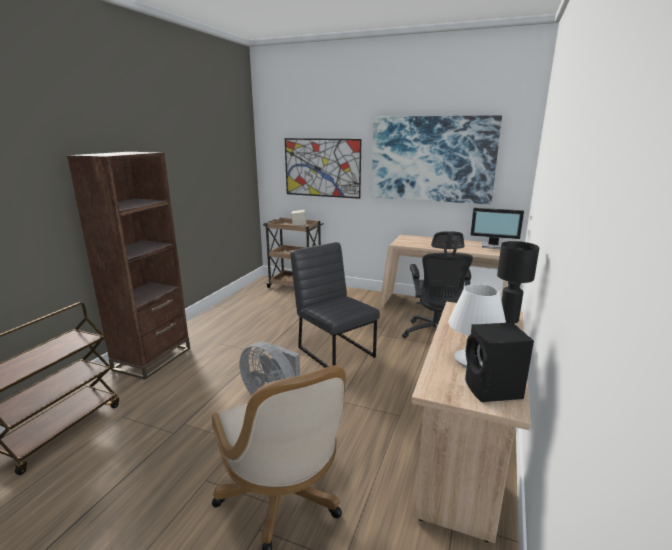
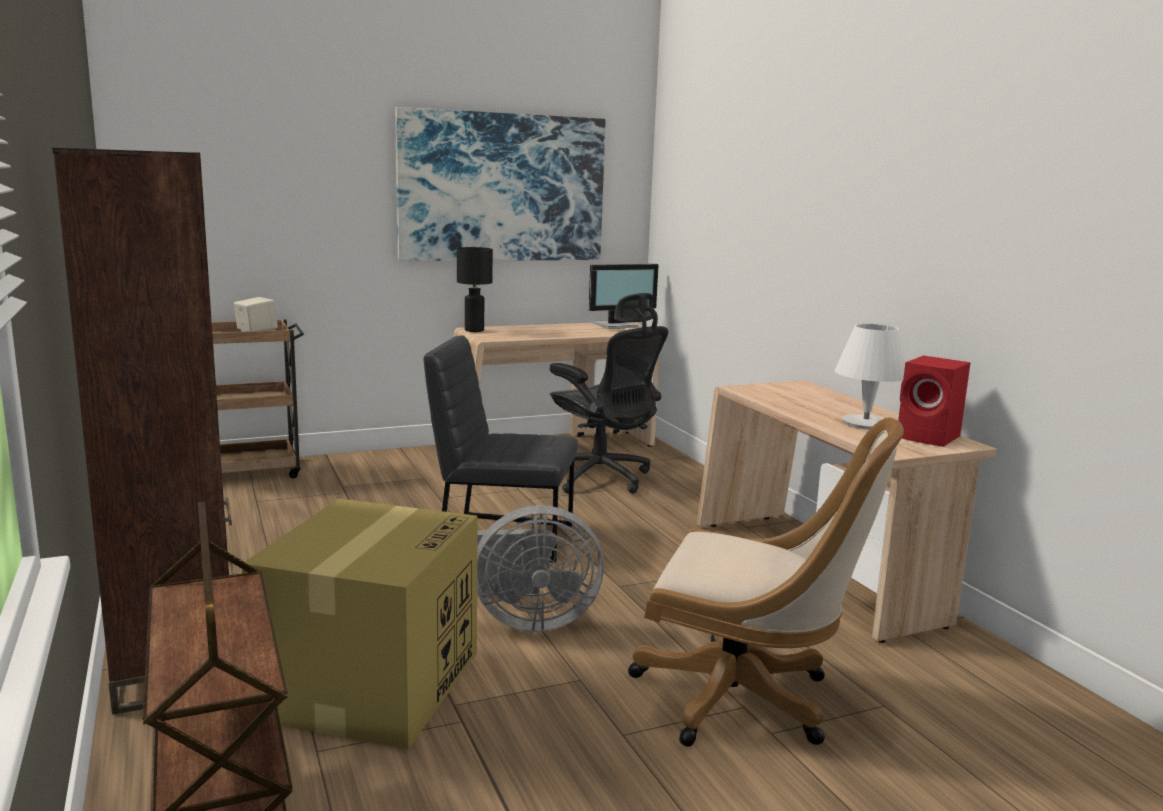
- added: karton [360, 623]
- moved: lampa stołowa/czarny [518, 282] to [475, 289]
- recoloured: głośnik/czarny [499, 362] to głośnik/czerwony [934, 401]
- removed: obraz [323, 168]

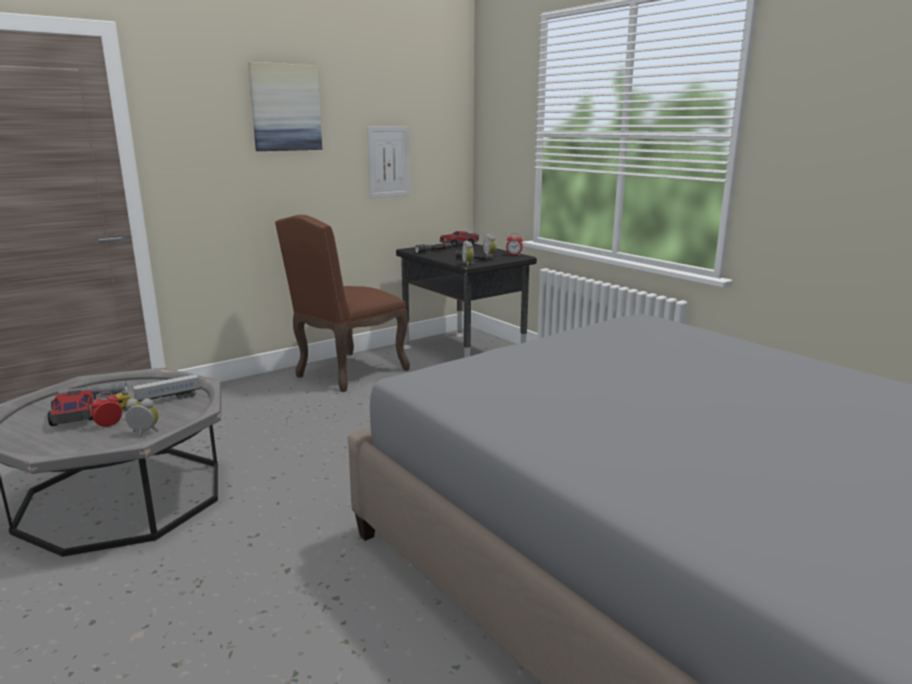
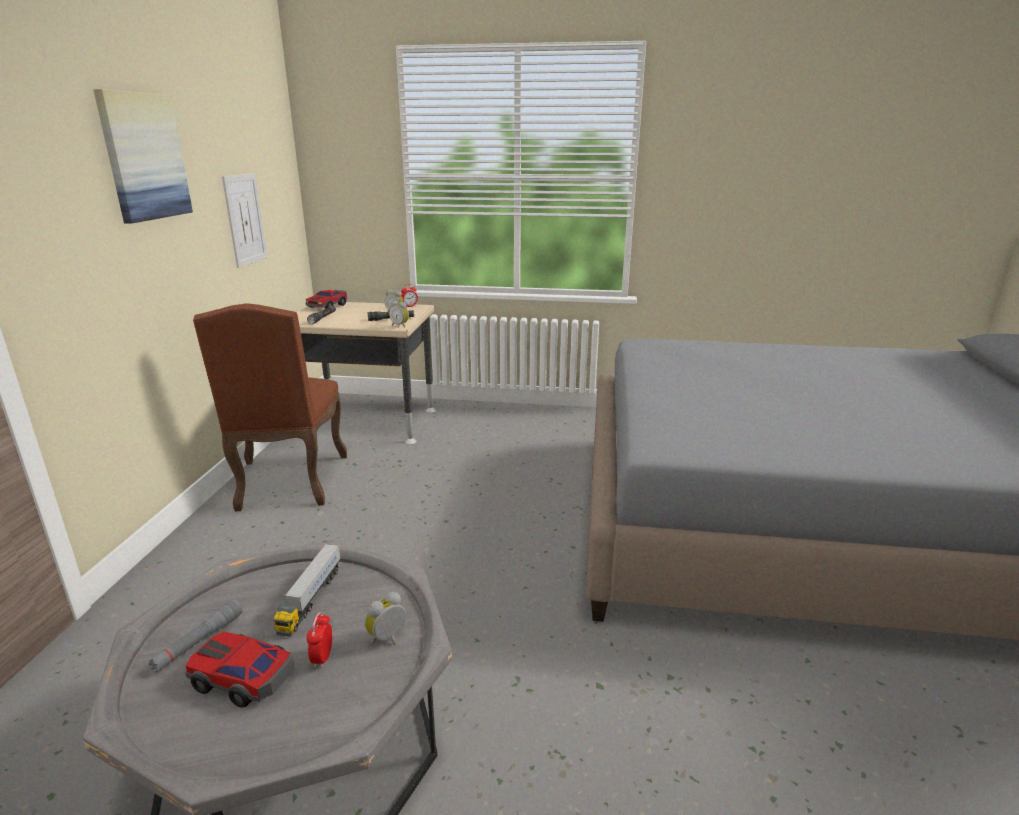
- recoloured: biurko/czarny [466, 300] to biurko/beżowy [366, 373]

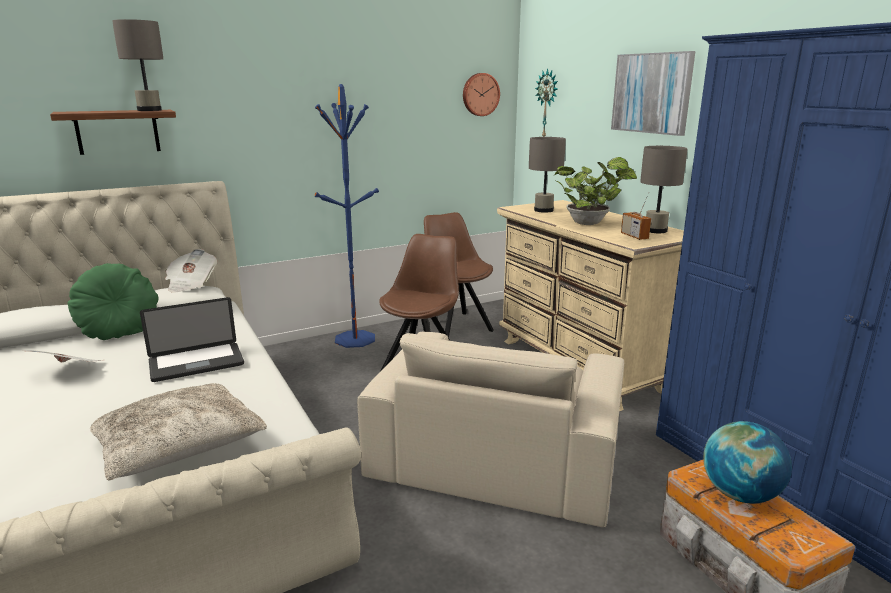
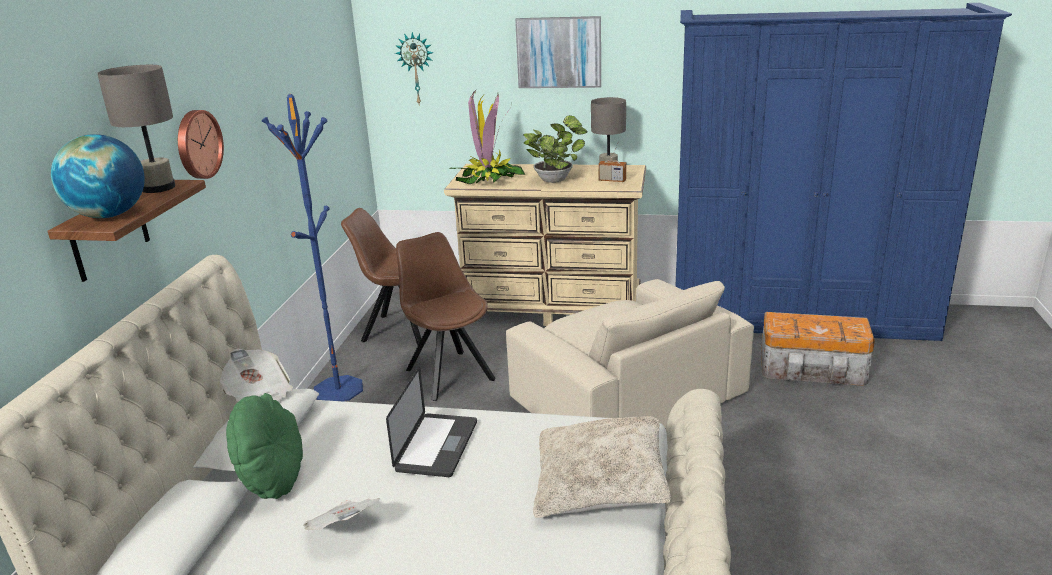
- moved: globus [747, 462] to [98, 176]
- moved: zegar ścienny [481, 94] to [201, 144]
- replaced: lampa stołowa/szary [547, 175] to roślina doniczkowa [487, 136]

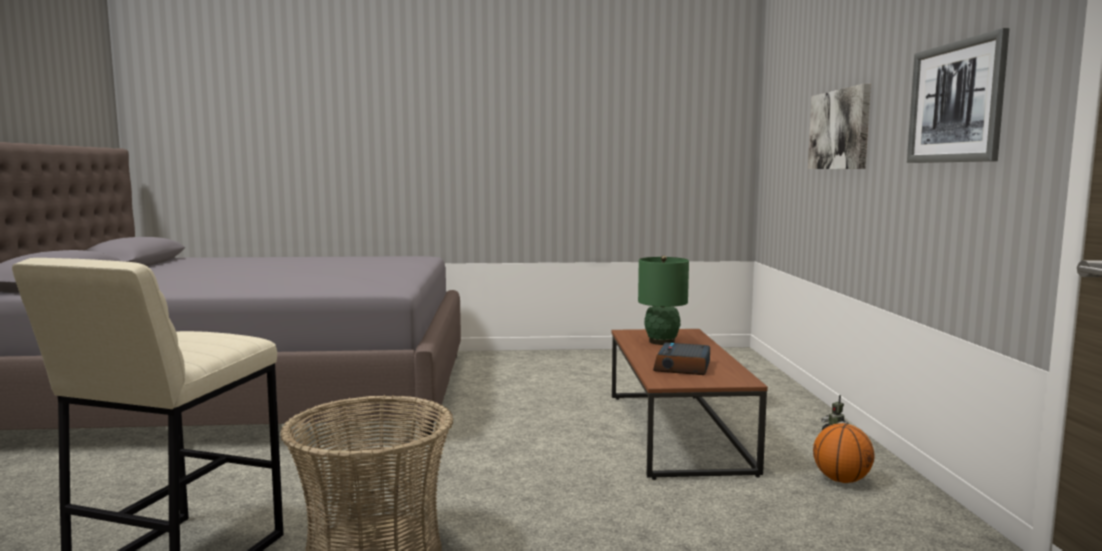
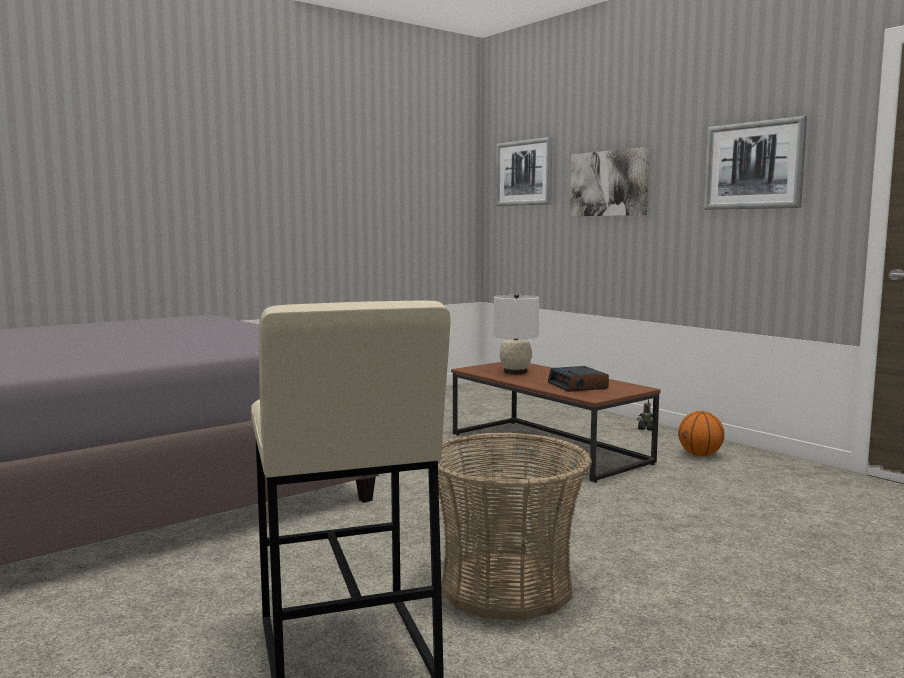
- recoloured: lampa stołowa/zielony [663, 300] to lampa stołowa/biały [516, 333]
- added: obraz [524, 171]

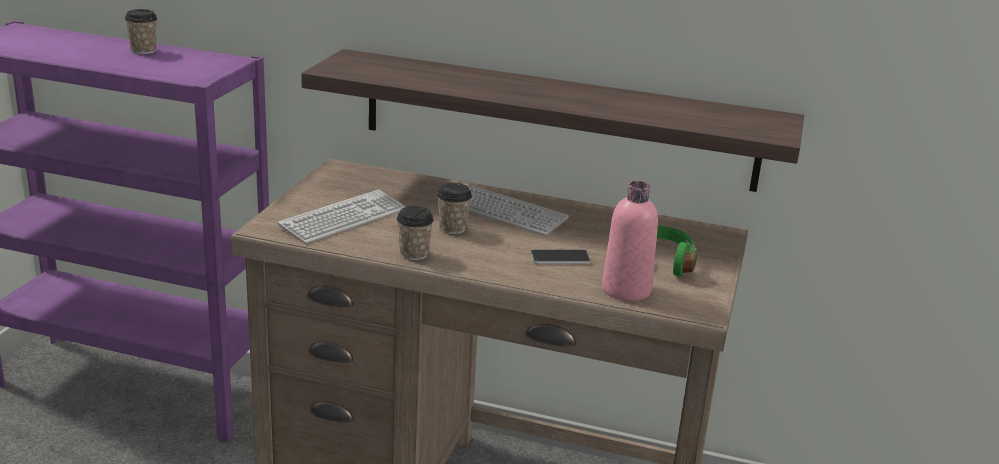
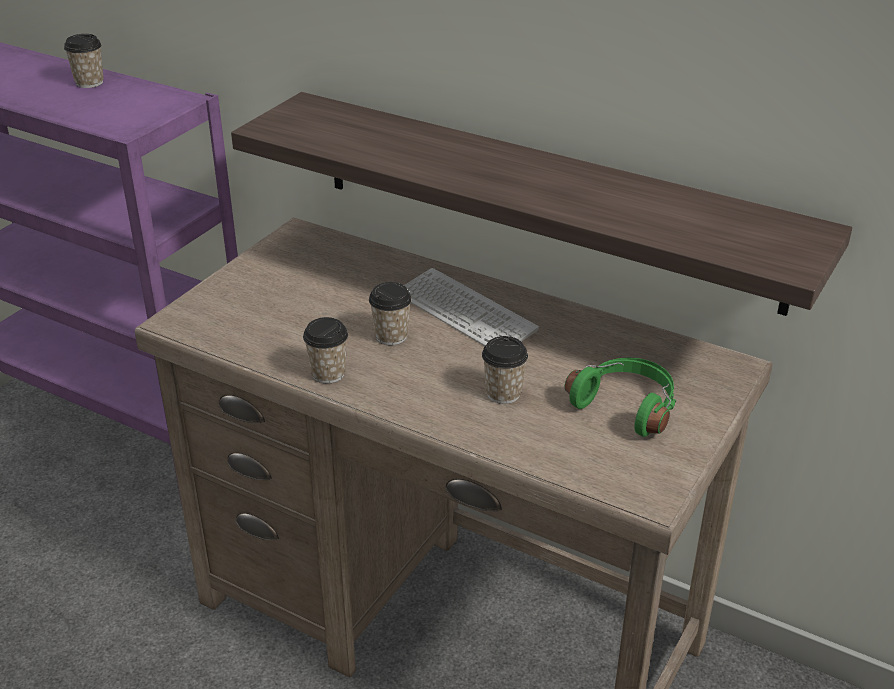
- replaced: telefon [560, 256] to filiżanka [505, 370]
- removed: klawiatura [342, 217]
- removed: butelka/różowy [630, 241]

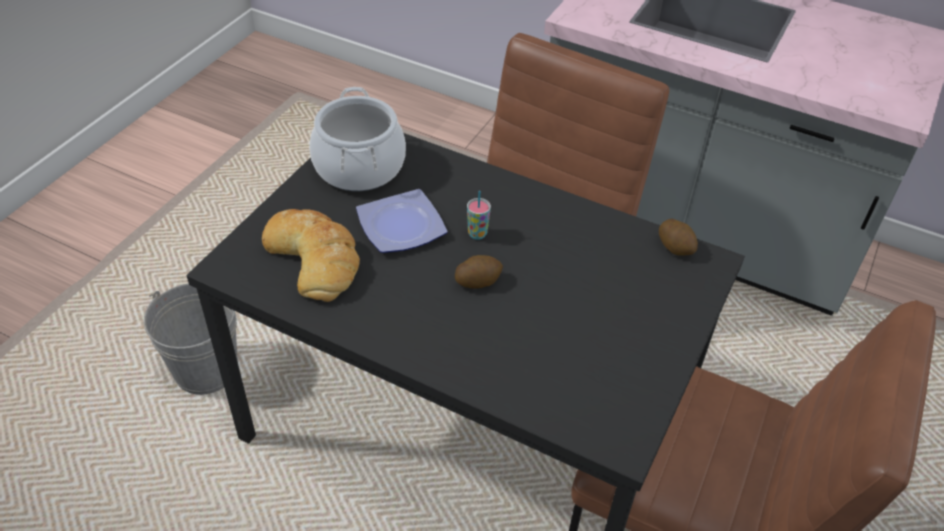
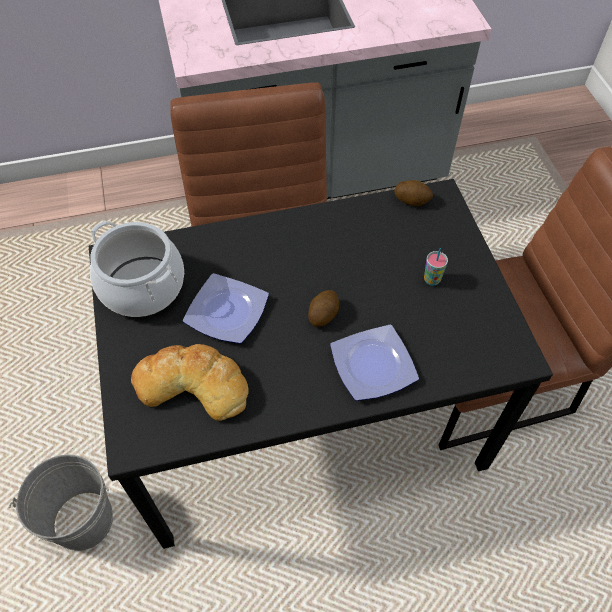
- added: talerz [374, 363]
- moved: filiżanka [479, 215] to [436, 267]

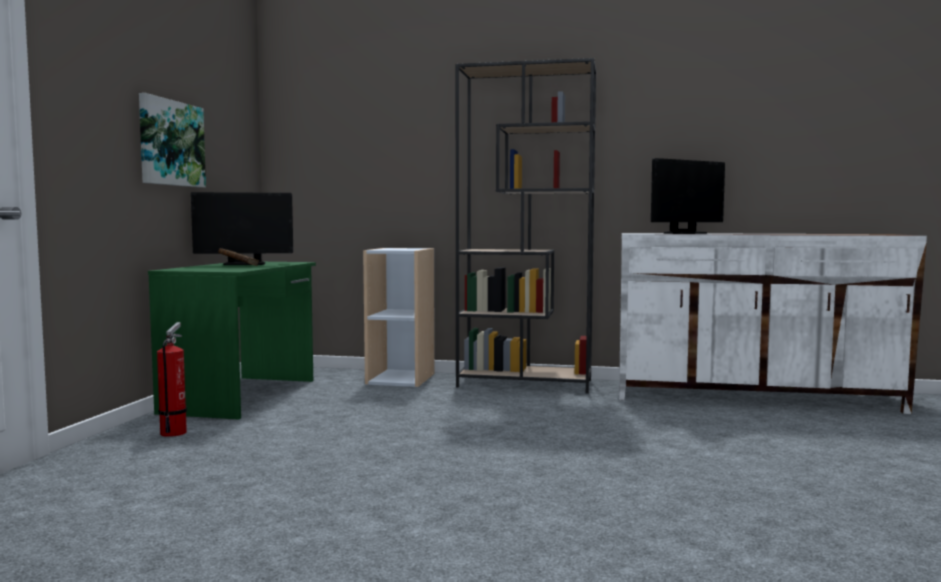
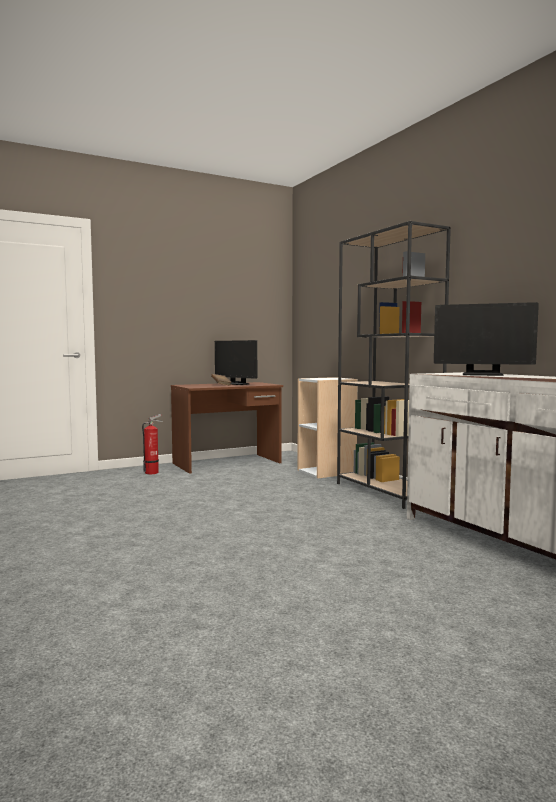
- recoloured: biurko/zielony [232, 340] to biurko/brązowy [227, 428]
- removed: obraz [172, 140]

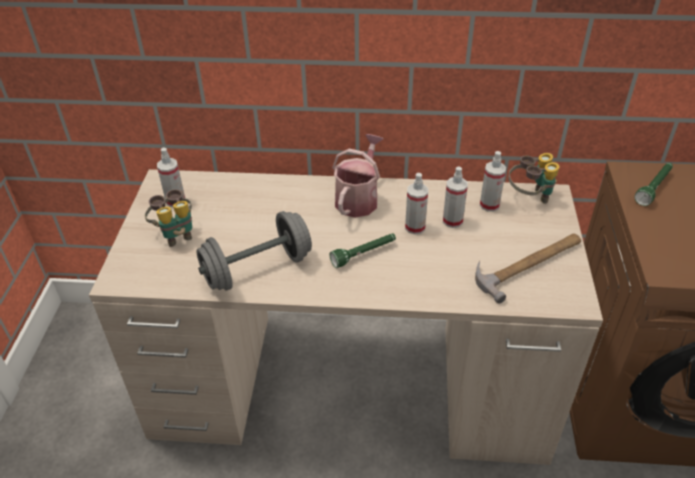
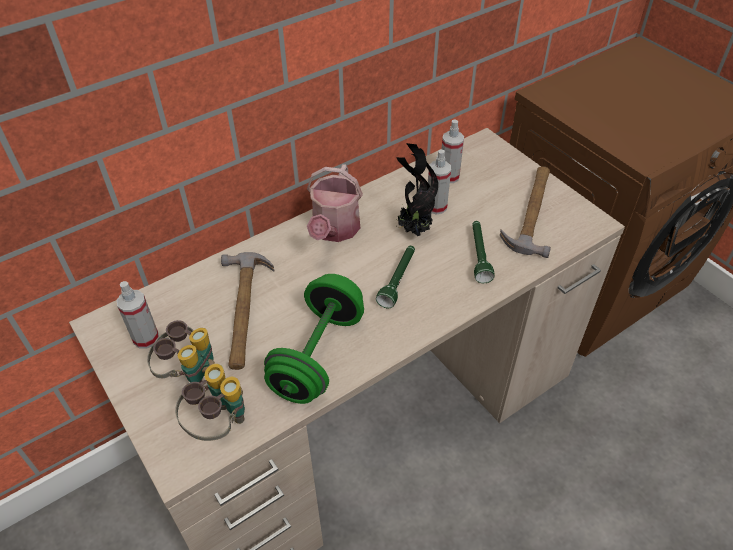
- moved: lornetka [533, 178] to [210, 402]
- added: młotek [247, 311]
- recoloured: hantel/szary [254, 251] to hantel/zielony [314, 339]
- turned: konewka [357, 176] = [335, 203] 150 degrees counterclockwise
- replaced: spryskiwacz [416, 203] to roślina doniczkowa [417, 189]
- moved: latarka/zielony [654, 184] to [483, 252]

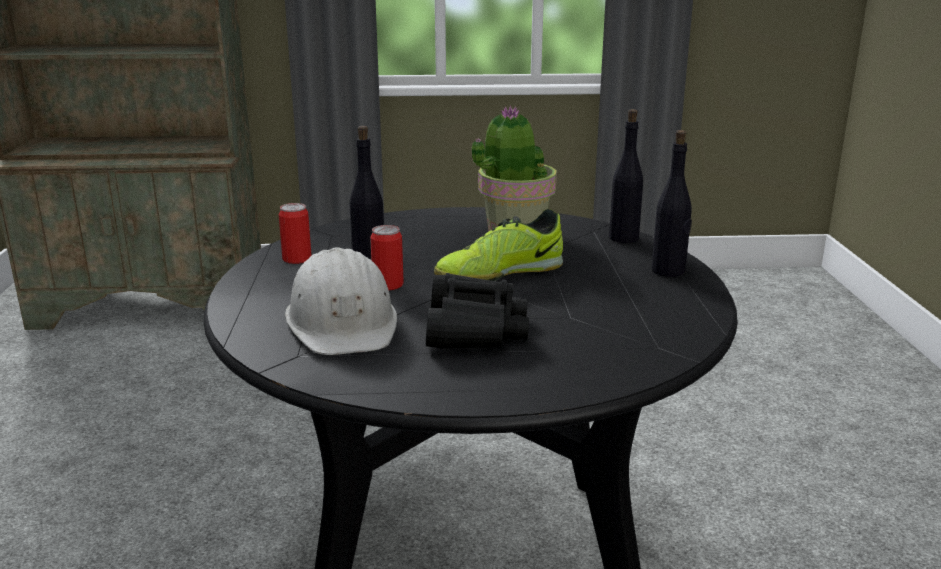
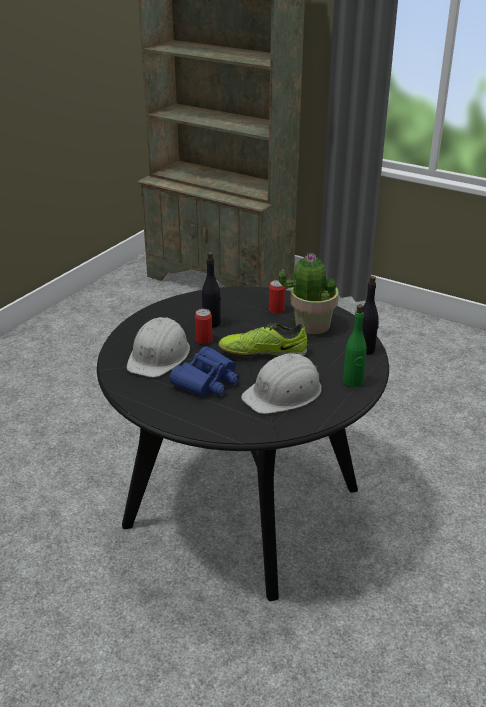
- recoloured: lornetka/czarny [477, 311] to lornetka/niebieski [204, 371]
- added: kask/biały [281, 383]
- moved: puszka [295, 233] to [277, 297]
- recoloured: butelka/czarny [672, 203] to butelka/zielony [355, 345]

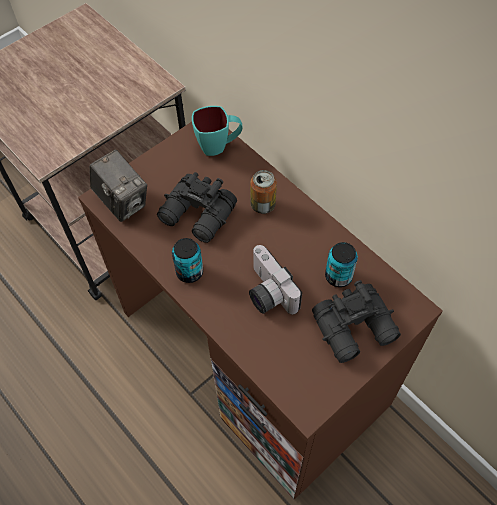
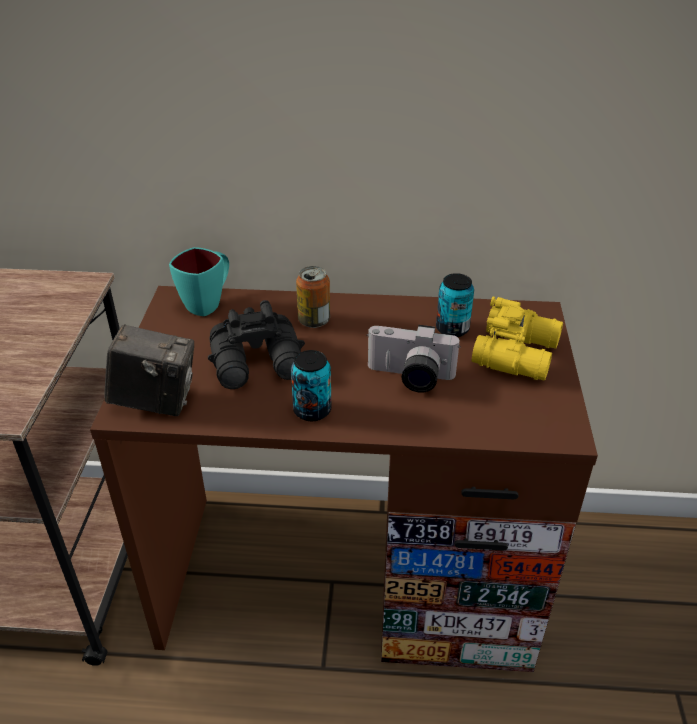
- recoloured: lornetka/czarny [356, 321] to lornetka/żółty [517, 339]

